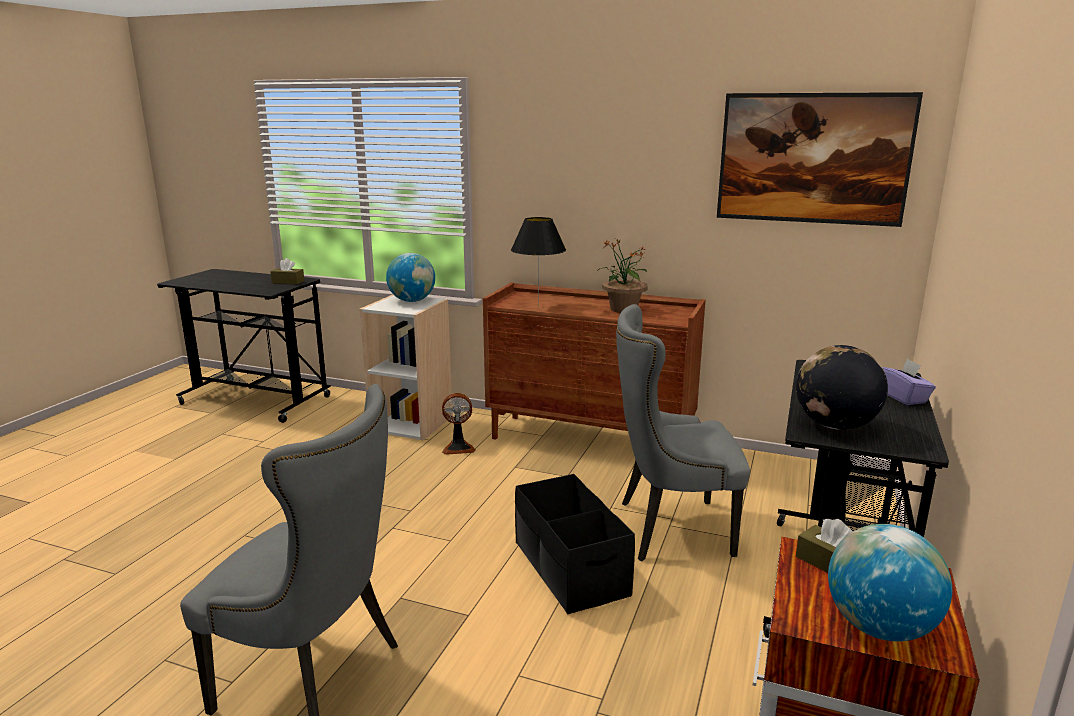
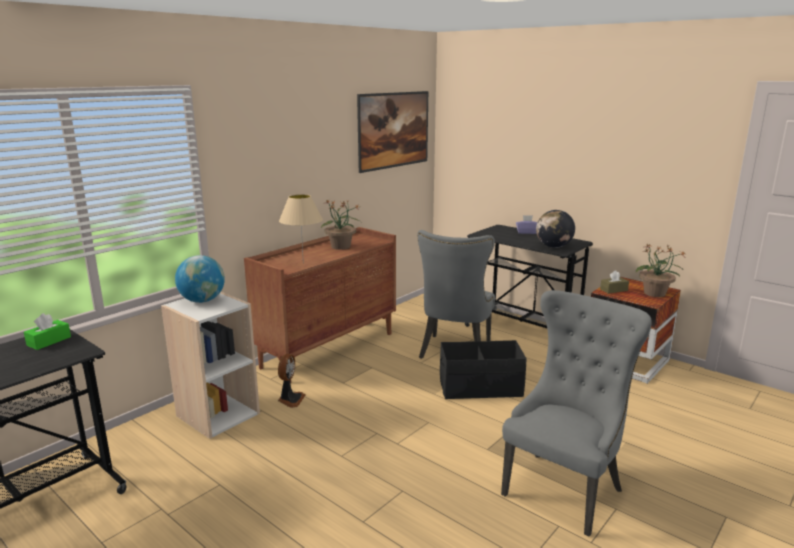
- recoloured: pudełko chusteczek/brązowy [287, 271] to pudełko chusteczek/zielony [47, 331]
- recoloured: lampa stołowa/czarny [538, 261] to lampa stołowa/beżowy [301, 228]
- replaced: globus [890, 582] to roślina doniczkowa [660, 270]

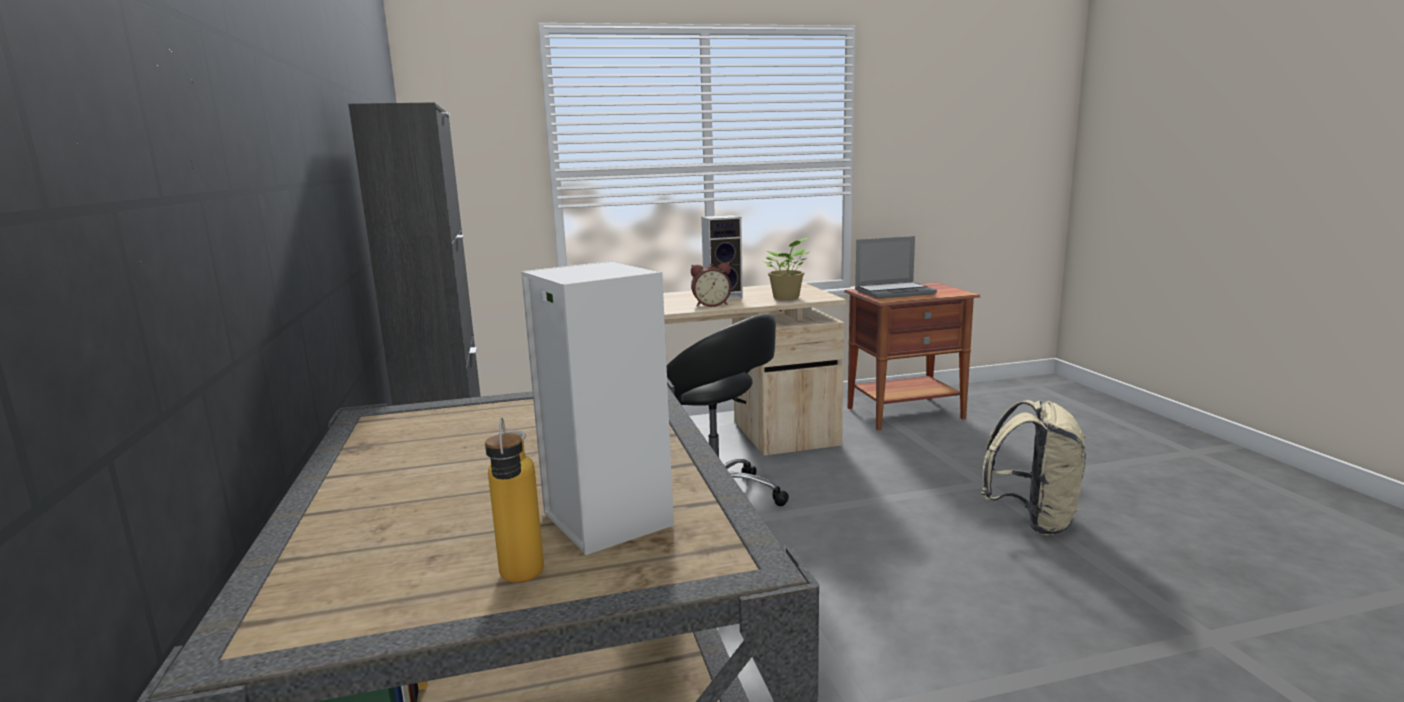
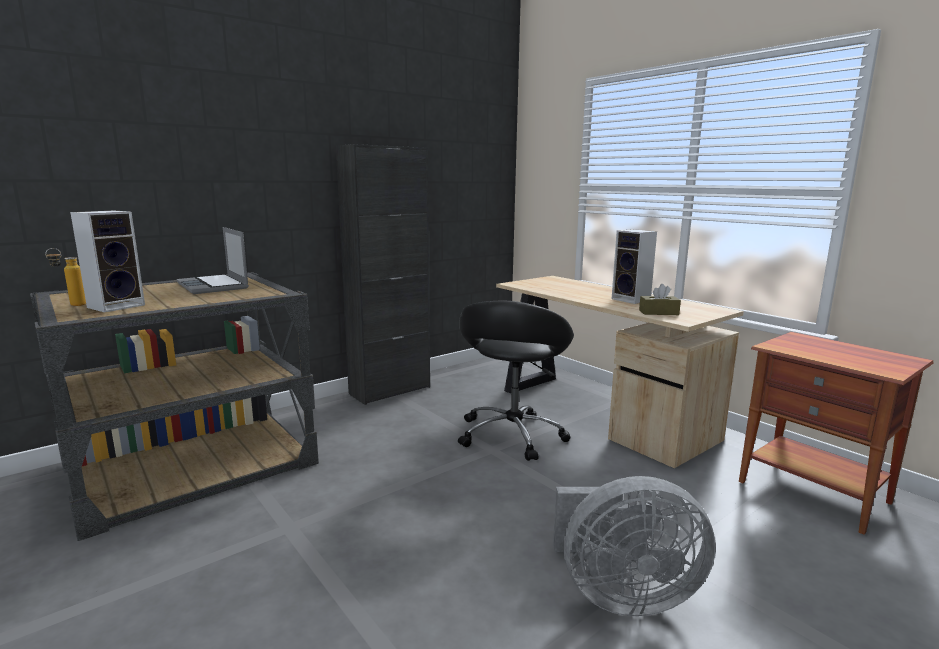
- moved: laptop [896, 267] to [213, 260]
- replaced: plecak/beżowy [1033, 467] to wentylator/szary [634, 546]
- replaced: roślina doniczkowa [787, 268] to pudełko chusteczek/brązowy [660, 299]
- removed: budzik [711, 285]

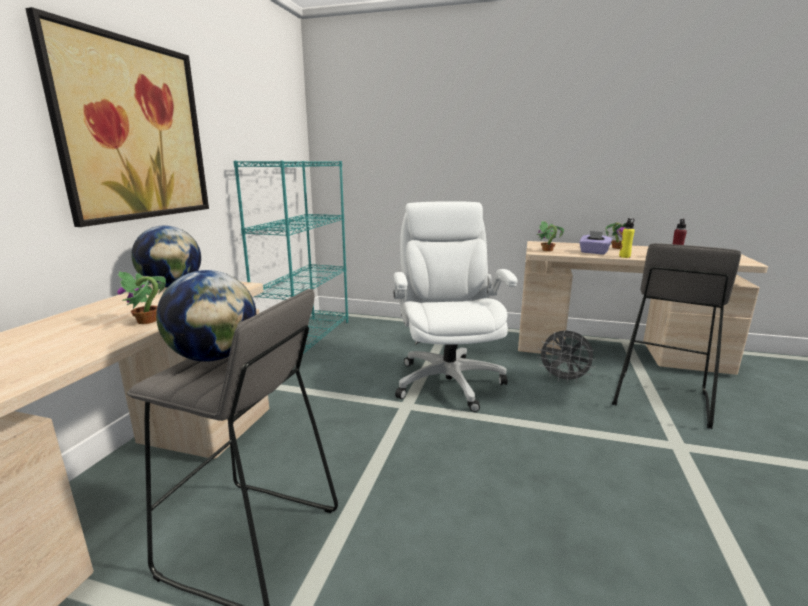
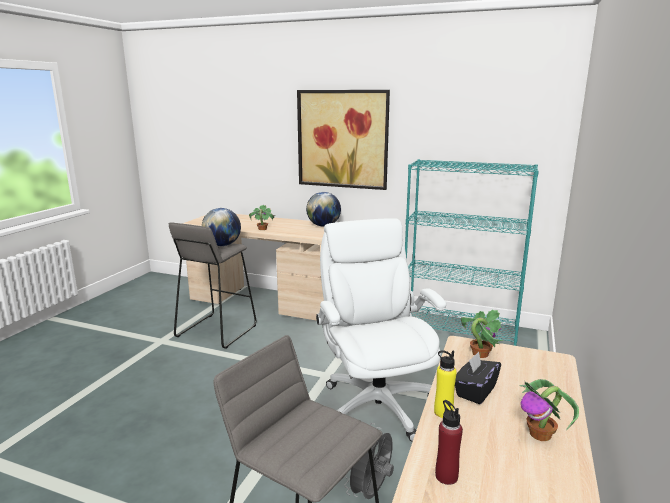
- turned: krzesło biurowe/biały [456, 306] = [381, 330] 105 degrees counterclockwise
- recoloured: pudełko chusteczek/fioletowy [595, 243] to pudełko chusteczek/czarny [478, 378]

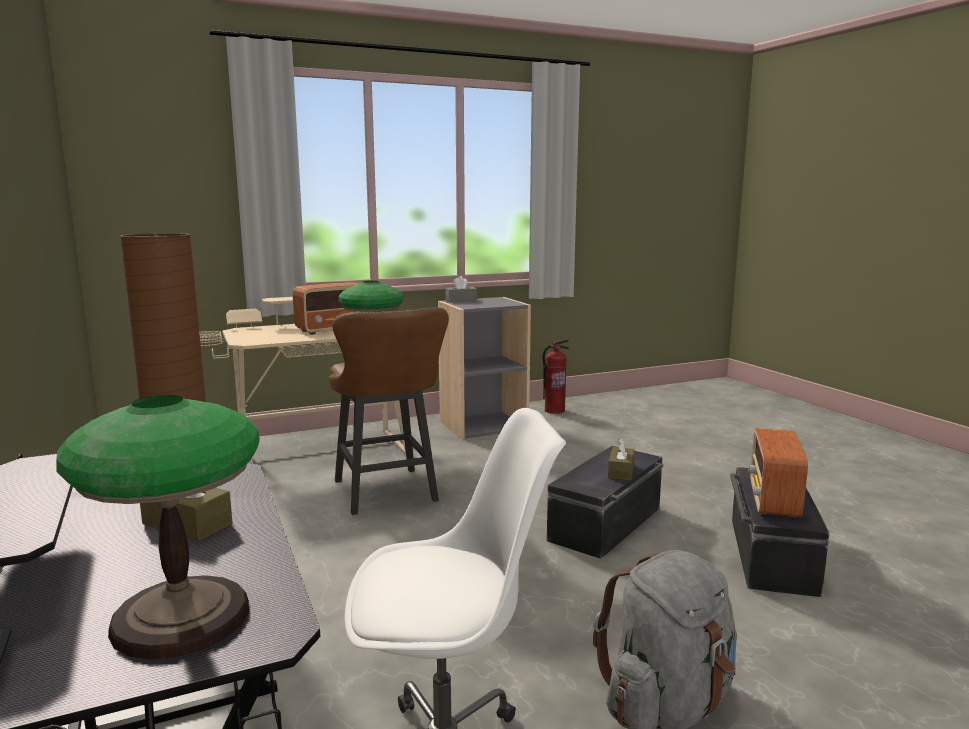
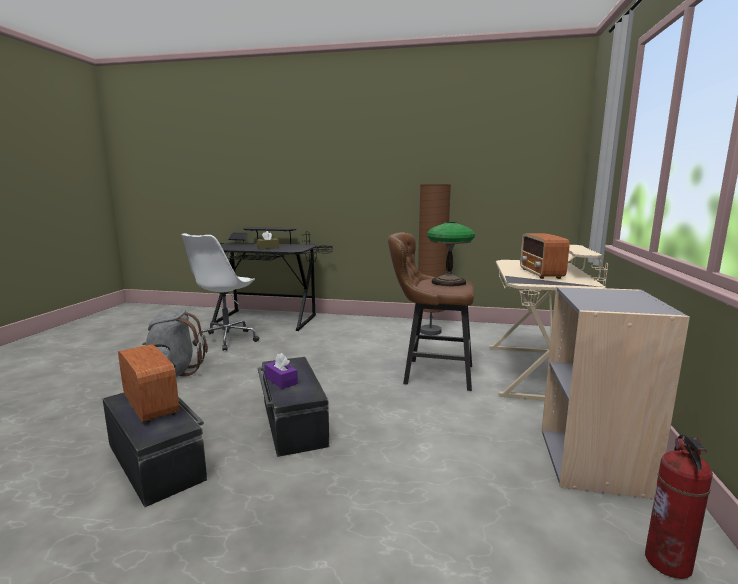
- recoloured: pudełko chusteczek/brązowy [621, 459] to pudełko chusteczek/fioletowy [281, 371]
- removed: lampa stołowa [158, 527]
- removed: pudełko chusteczek/szary [461, 289]

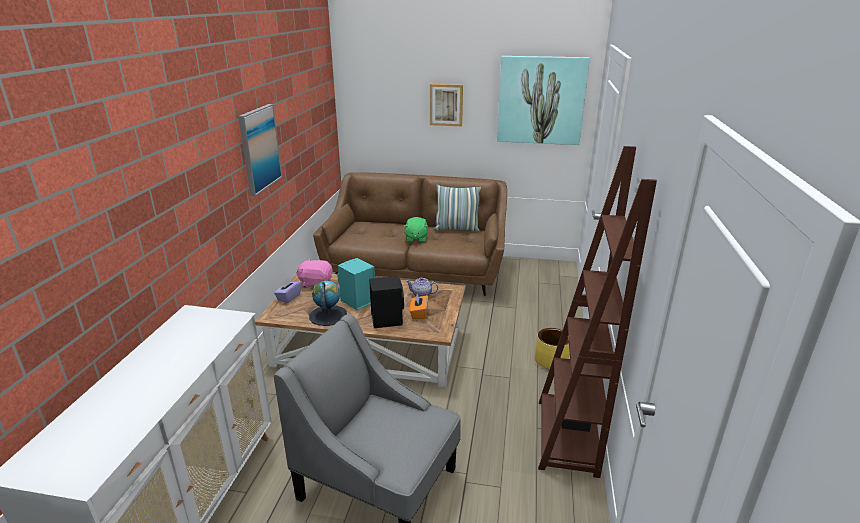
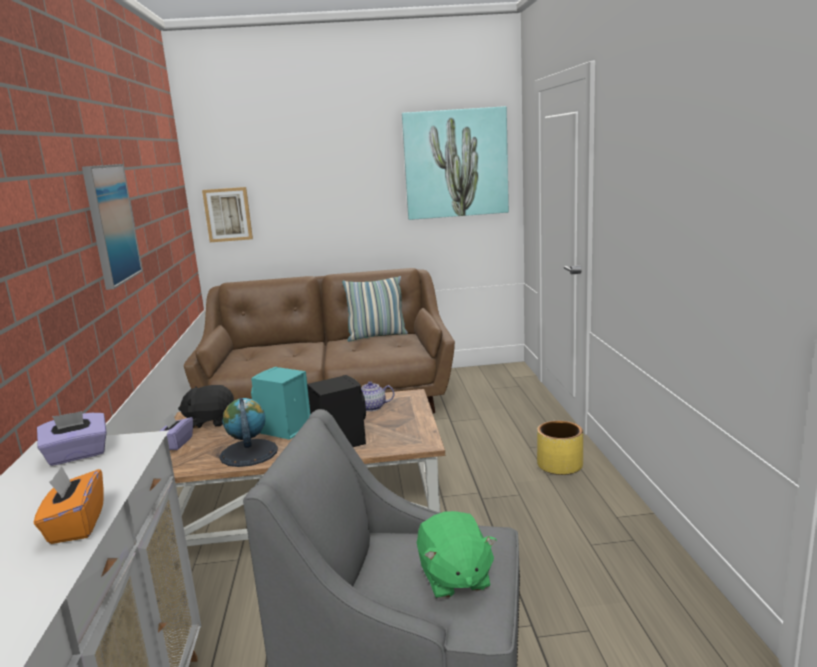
- moved: pudełko chusteczek/pomarańczowy [419, 306] to [69, 505]
- added: pudełko chusteczek/fioletowy [72, 438]
- recoloured: pluszak/różowy [314, 273] to pluszak/czarny [206, 406]
- moved: obraz [446, 105] to [227, 214]
- moved: pluszak/zielony [416, 230] to [457, 555]
- removed: regał/brązowy [597, 312]

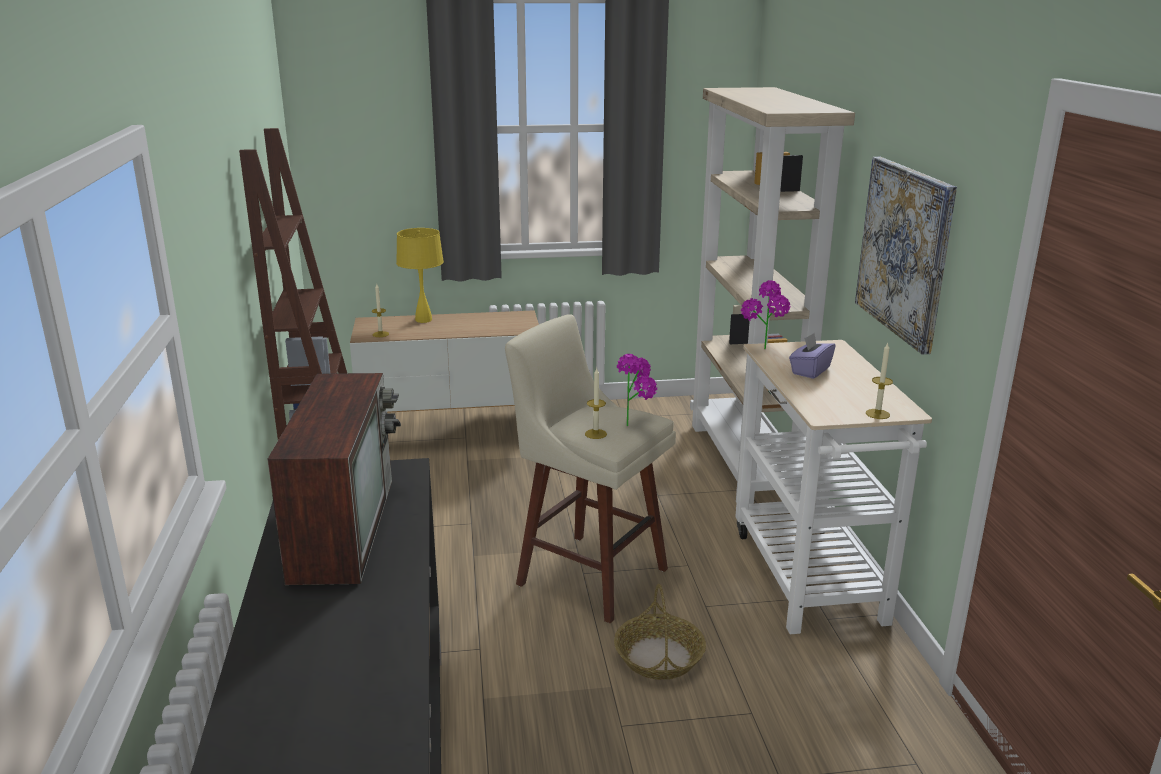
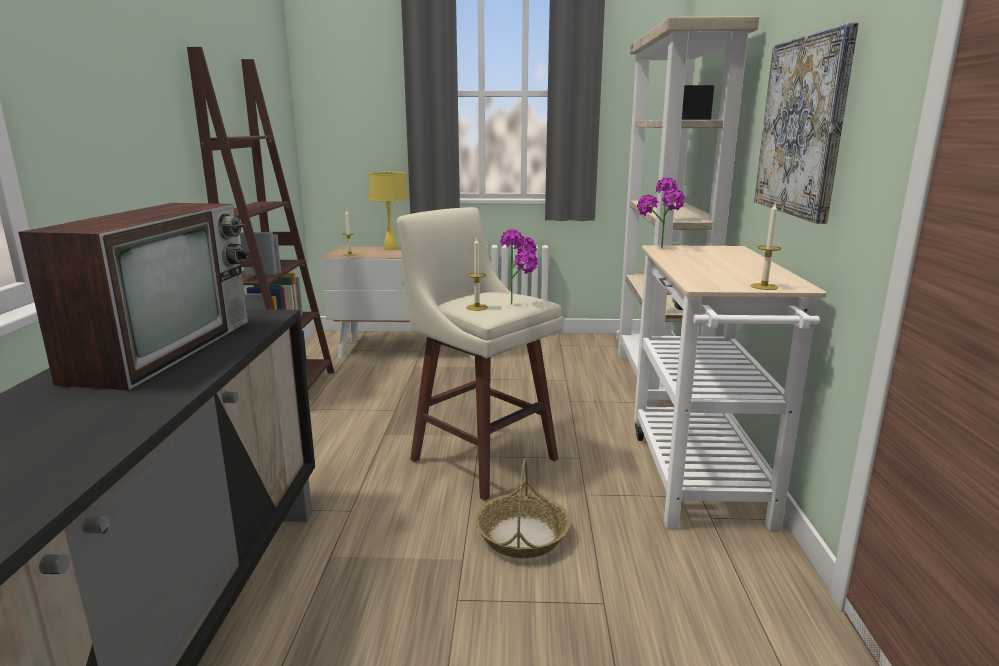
- removed: pudełko chusteczek/fioletowy [812, 356]

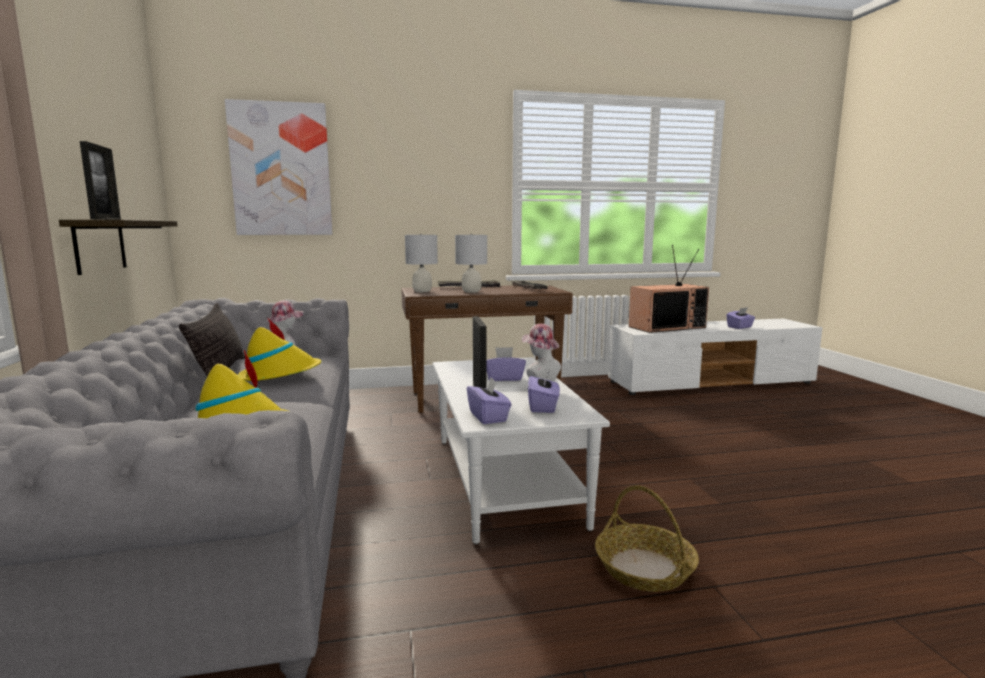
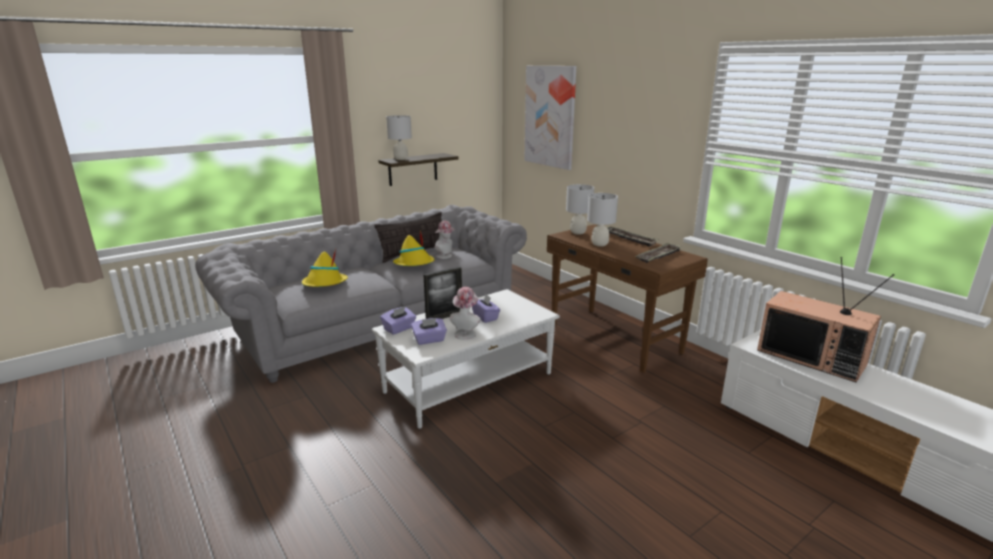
- replaced: ramka na zdjęcie [100, 180] to lampa stołowa/szary [399, 137]
- removed: koszyk [647, 538]
- removed: pudełko chusteczek/fioletowy [740, 318]

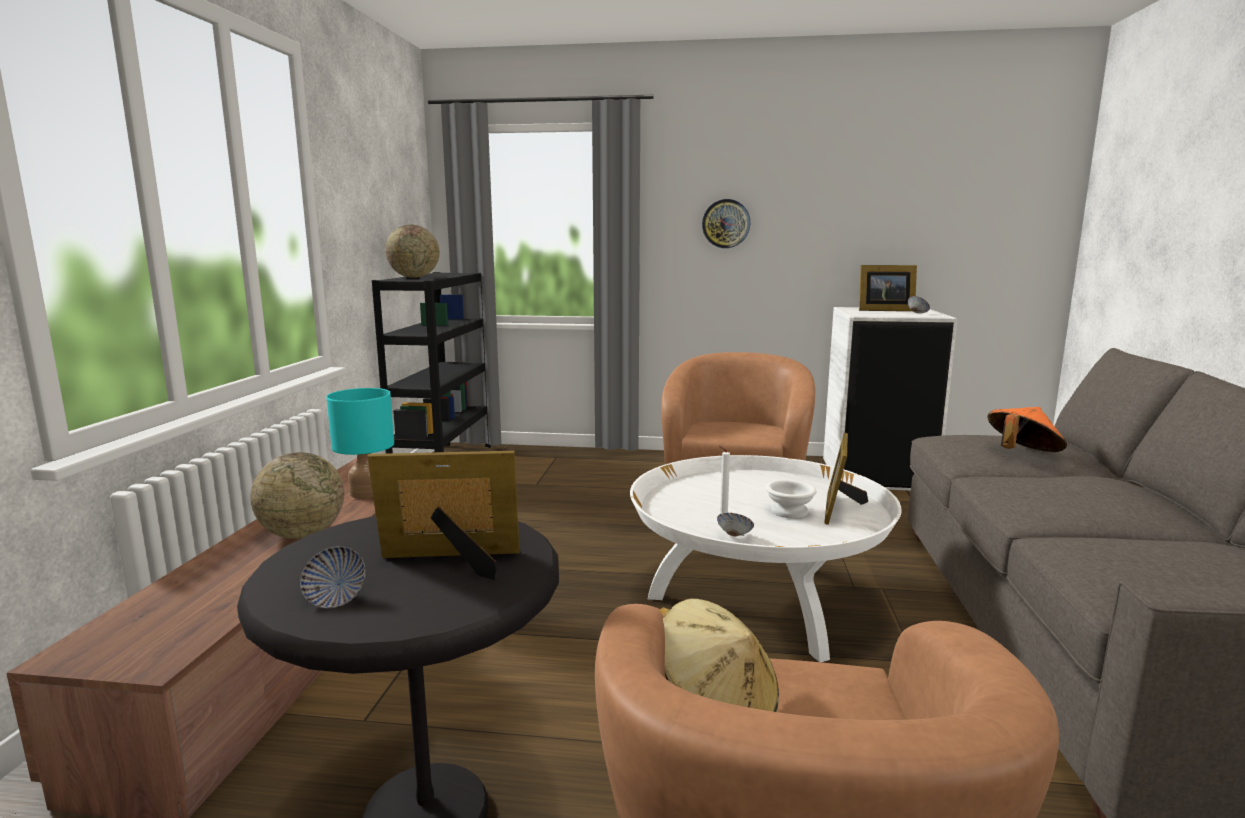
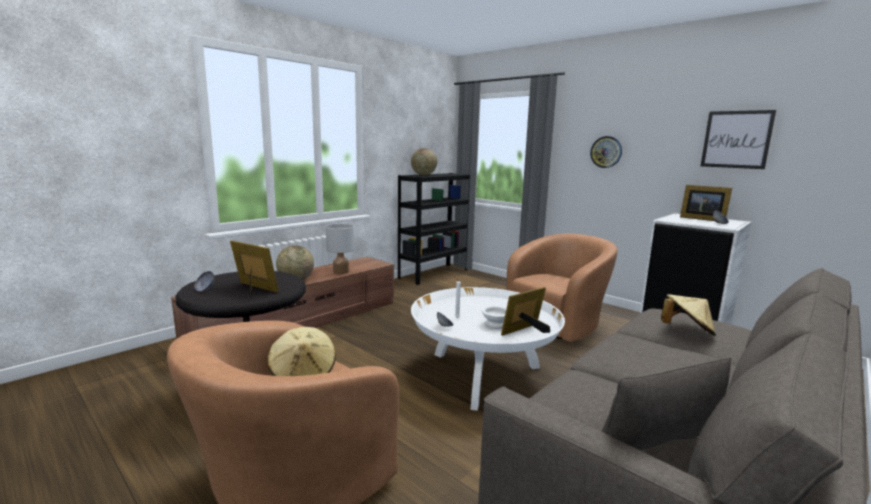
- recoloured: lampa stołowa/turkusowy [360, 443] to lampa stołowa/szary [340, 249]
- recoloured: kapelusz/pomarańczowy [1027, 429] to kapelusz/beżowy [688, 315]
- added: obraz [738, 139]

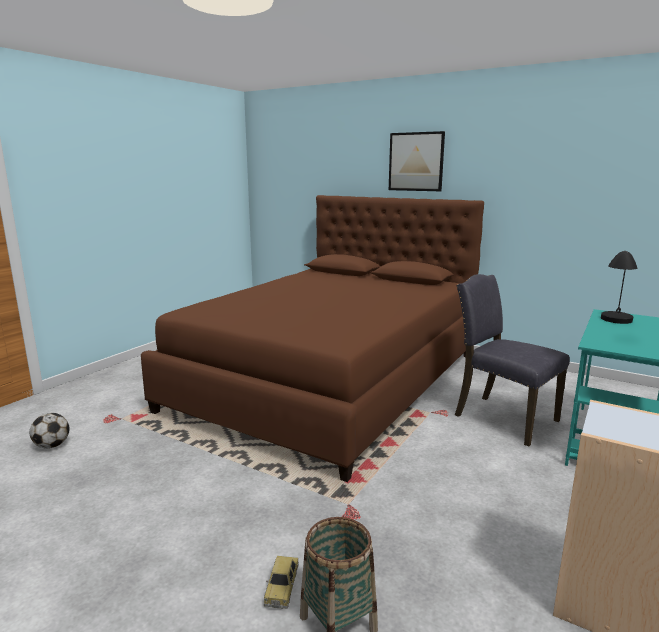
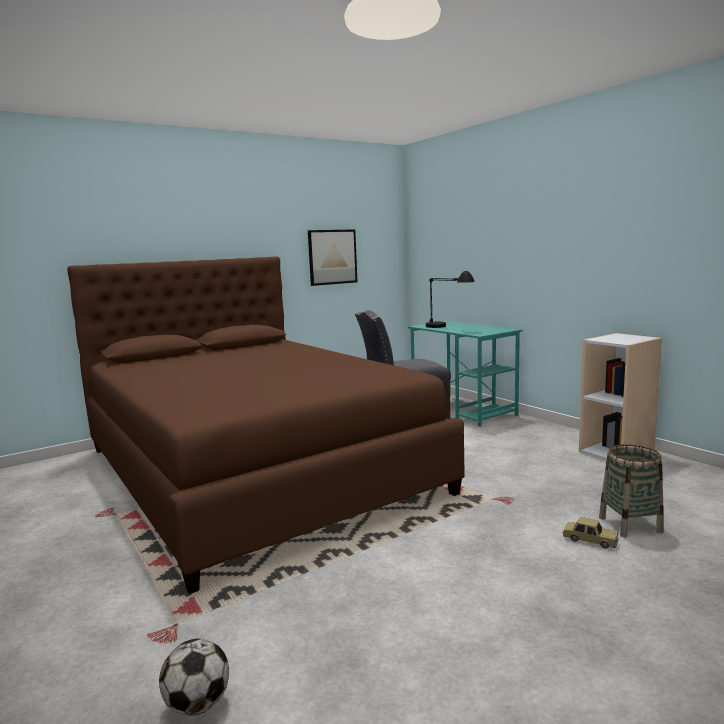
- moved: obraz [417, 161] to [332, 257]

